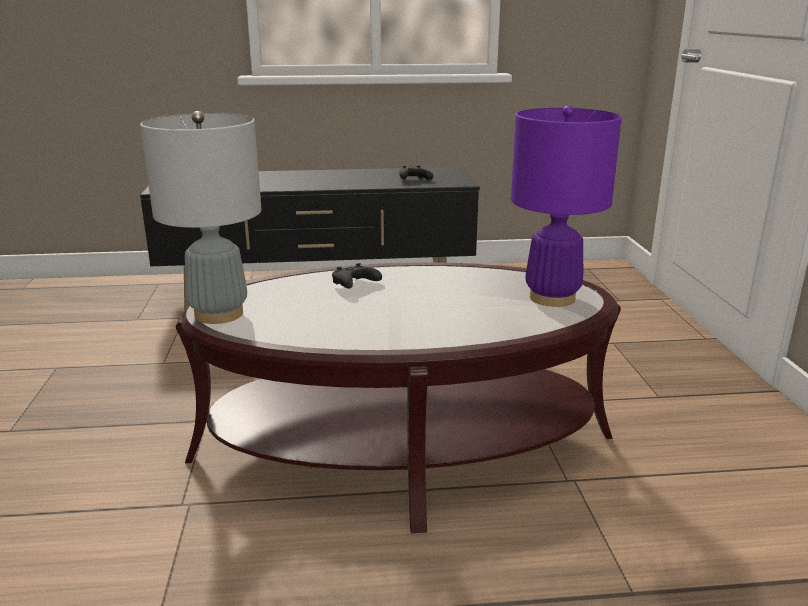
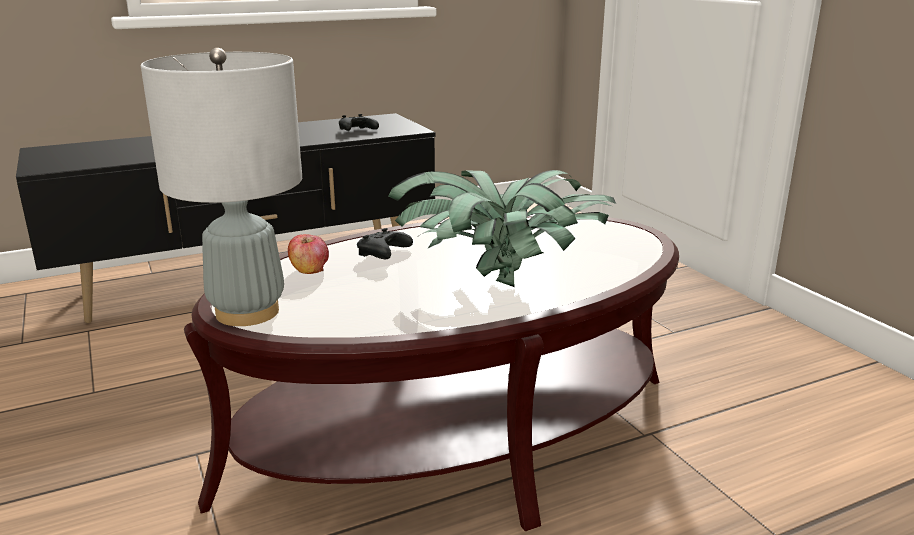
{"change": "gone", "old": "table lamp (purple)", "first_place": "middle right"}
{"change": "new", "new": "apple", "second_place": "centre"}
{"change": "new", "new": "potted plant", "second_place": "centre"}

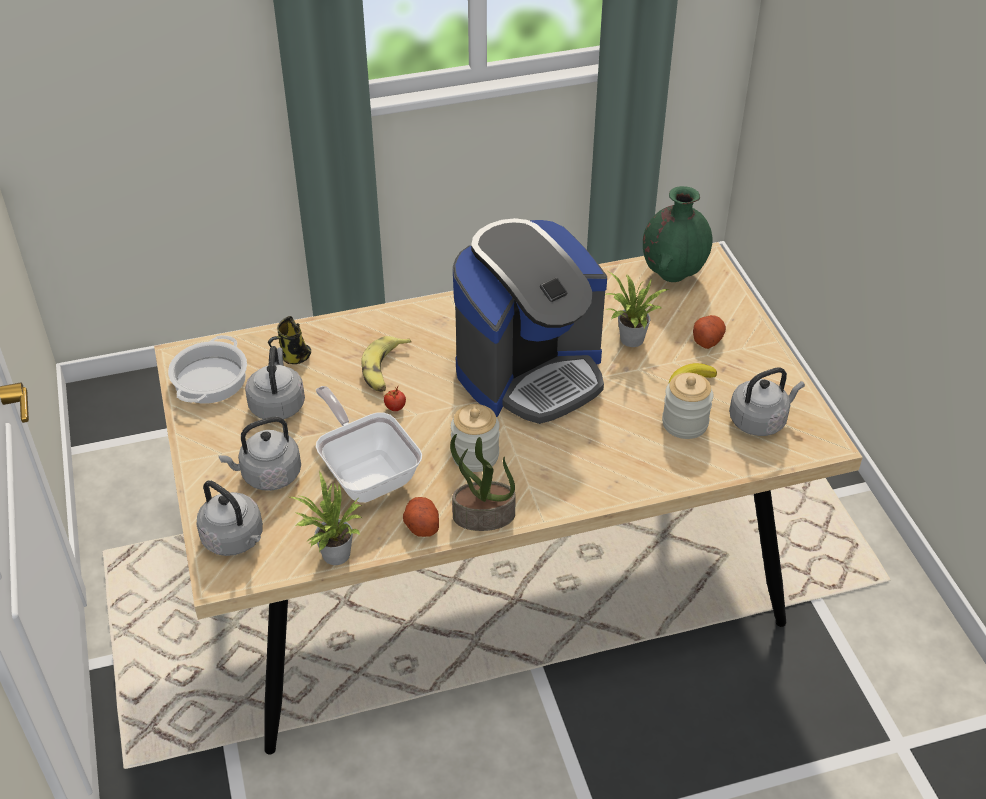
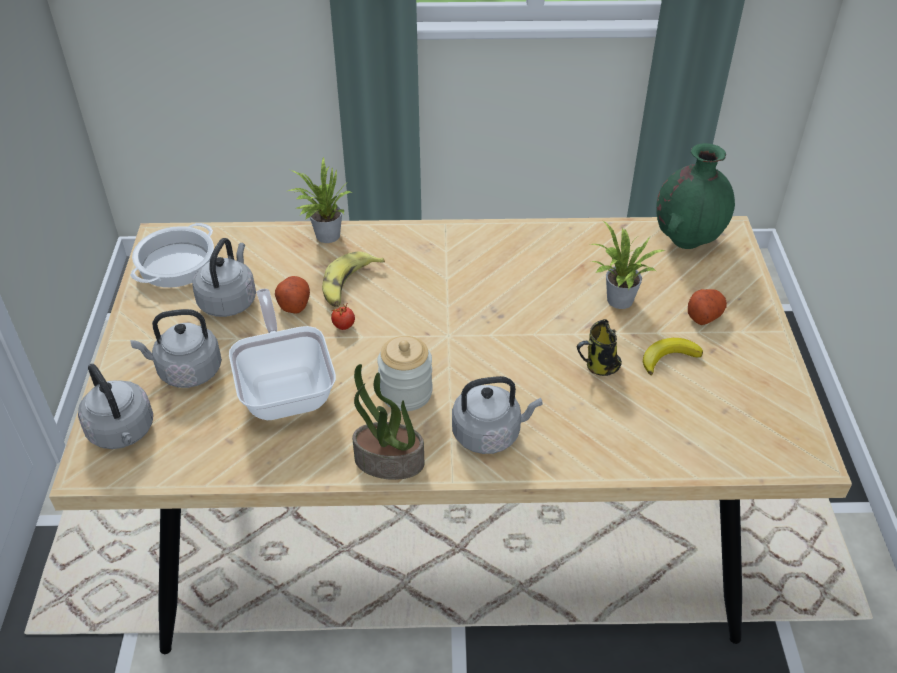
{"change": "shifted", "old": "mug", "first_place": "middle left", "second_place": "middle right"}
{"change": "shifted", "old": "potted plant (no. 1 from left)", "first_place": "middle left", "second_place": "top centre"}
{"change": "shifted", "old": "potato (no. 1 from left)", "first_place": "centre", "second_place": "middle left"}
{"change": "gone", "old": "coffee machine", "first_place": "centre"}
{"change": "gone", "old": "jar (no. 2 from left)", "first_place": "middle right"}
{"change": "shifted", "old": "kettle (grey) (no. 4 from left)", "first_place": "middle right", "second_place": "centre"}

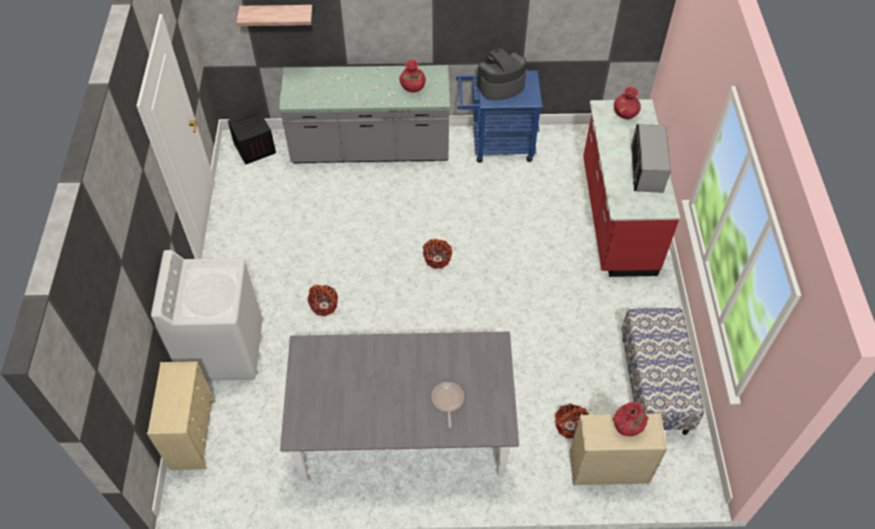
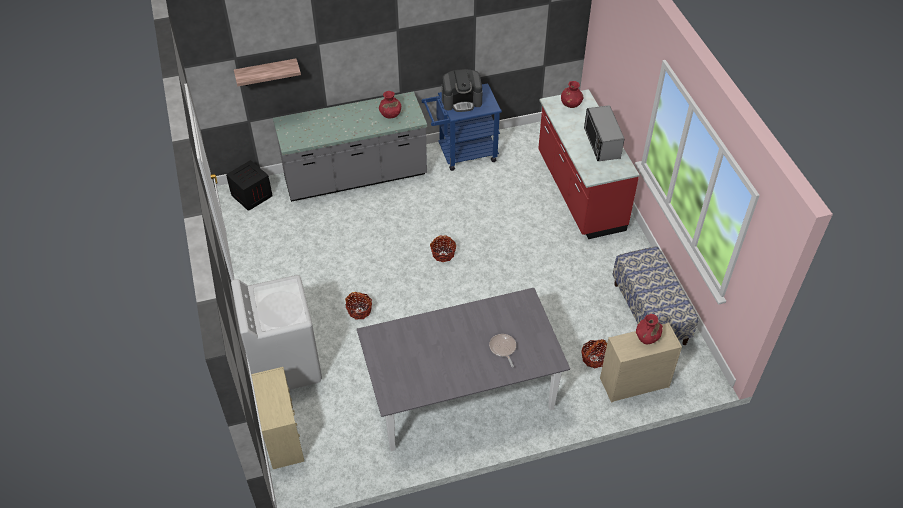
{"change": "rotated", "old": "coffee machine", "first_place": "top centre", "second_place": "top centre", "degrees": -150}

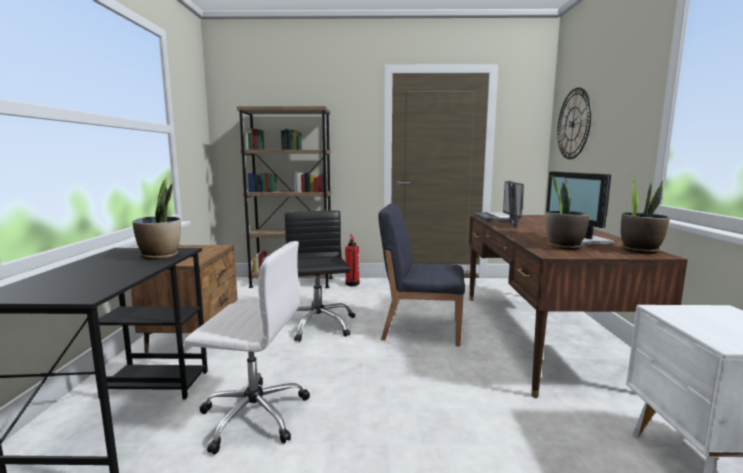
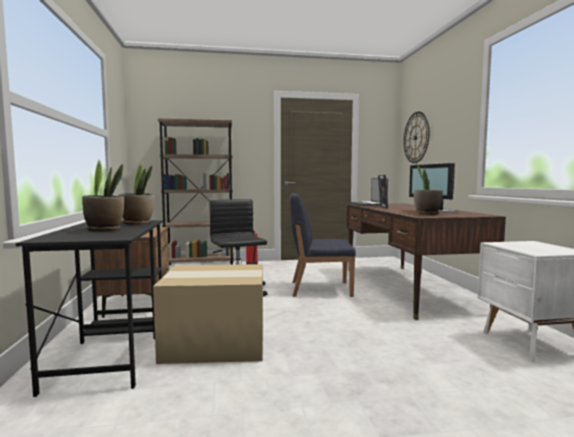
{"change": "swapped", "old": "office chair (white)", "new": "cardboard box", "first_place": "bottom left", "second_place": "bottom centre"}
{"change": "shifted", "old": "potted plant (no. 3 from left in the first image)", "new": "potted plant (no. 1 from left)", "first_place": "middle right", "second_place": "middle left"}

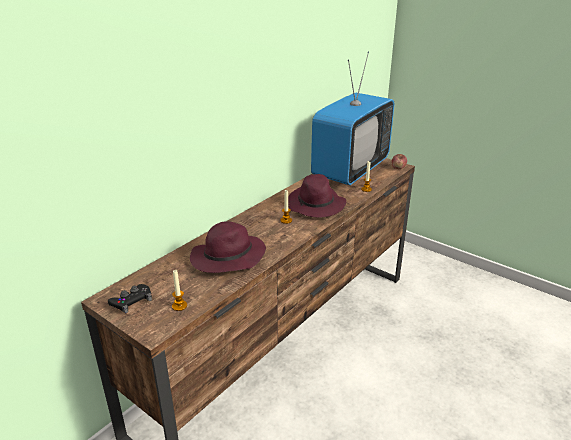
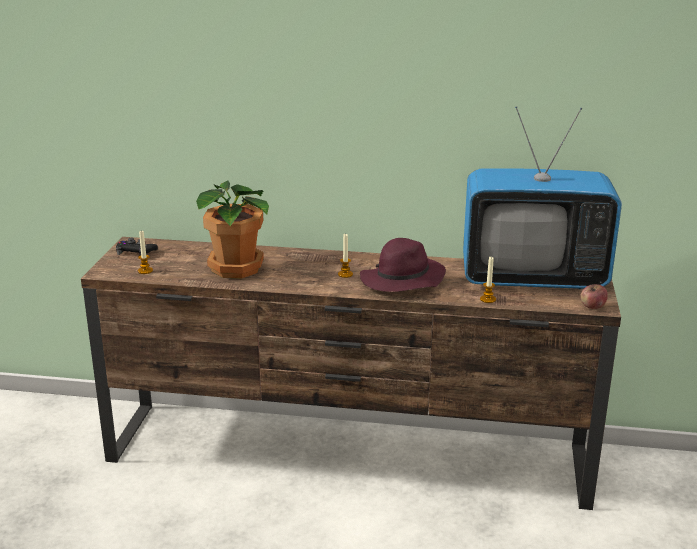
{"change": "swapped", "old": "hat (purple) (no. 1 from left)", "new": "potted plant", "first_place": "centre", "second_place": "middle left"}

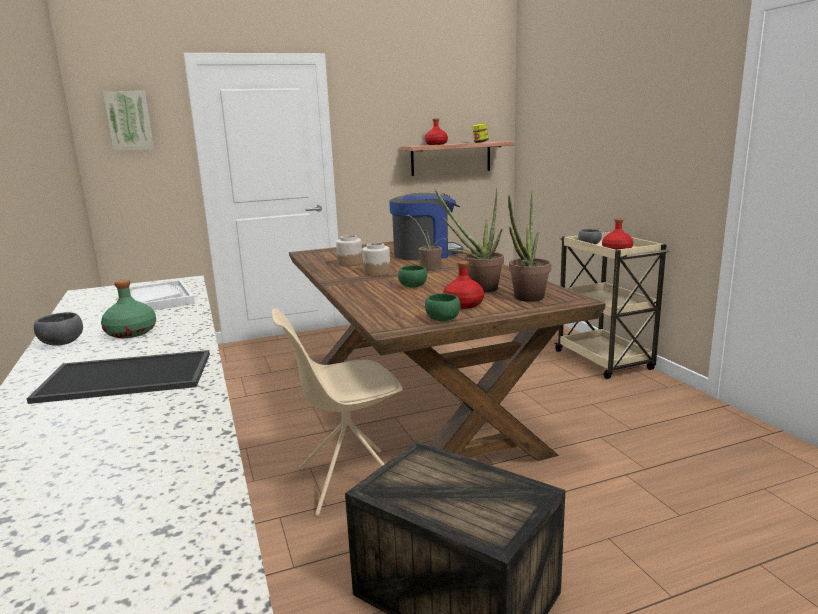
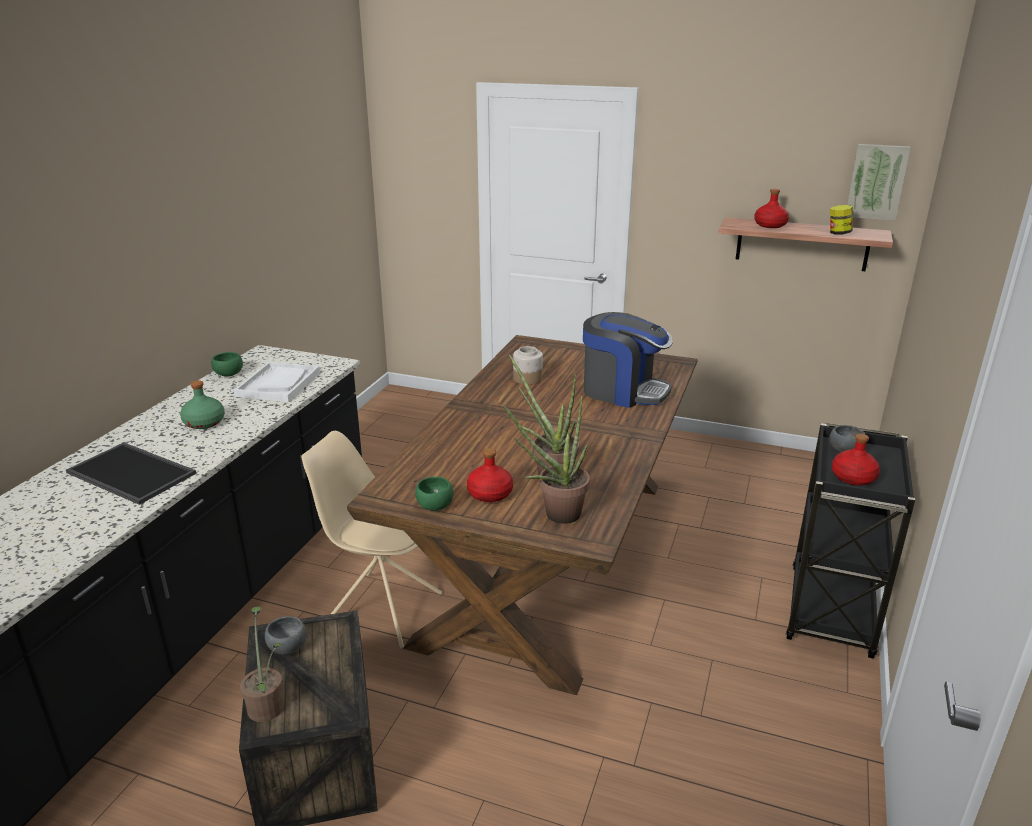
{"change": "shifted", "old": "bowl (grey) (no. 1 from left)", "first_place": "middle left", "second_place": "bottom left"}
{"change": "shifted", "old": "picture", "first_place": "top left", "second_place": "top right"}
{"change": "gone", "old": "jar (no. 2 from left)", "first_place": "centre"}
{"change": "shifted", "old": "bowl (green) (no. 1 from left)", "first_place": "centre", "second_place": "middle left"}
{"change": "shifted", "old": "potted plant (no. 1 from left)", "first_place": "centre", "second_place": "bottom left"}
{"change": "repainted", "old": "cart (beige)", "new": "cart (black)", "first_place": "middle right", "second_place": "middle right"}

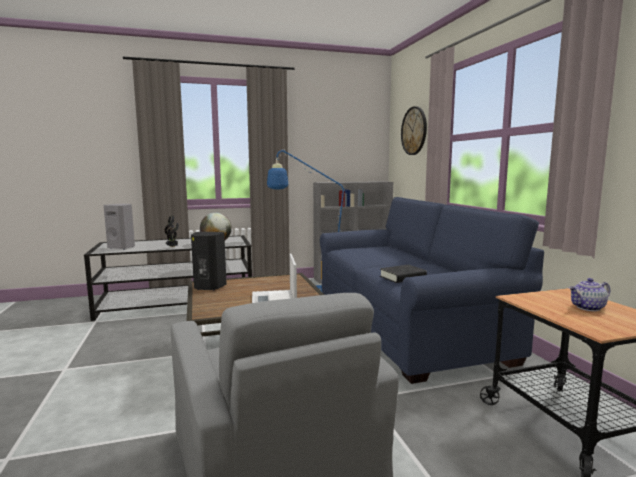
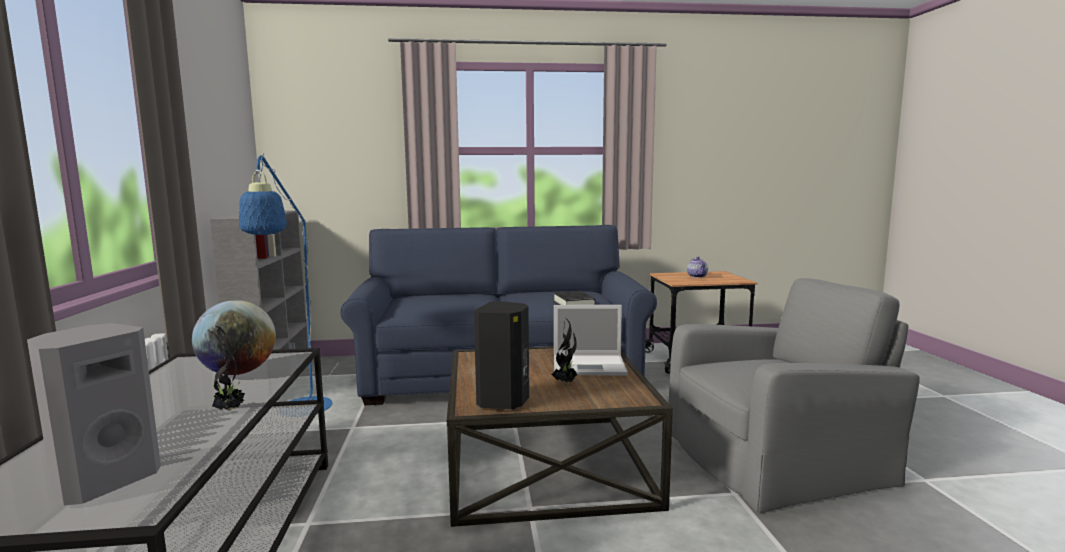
{"change": "gone", "old": "wall clock", "first_place": "top centre"}
{"change": "new", "new": "potted plant (no. 2 from left)", "second_place": "centre"}

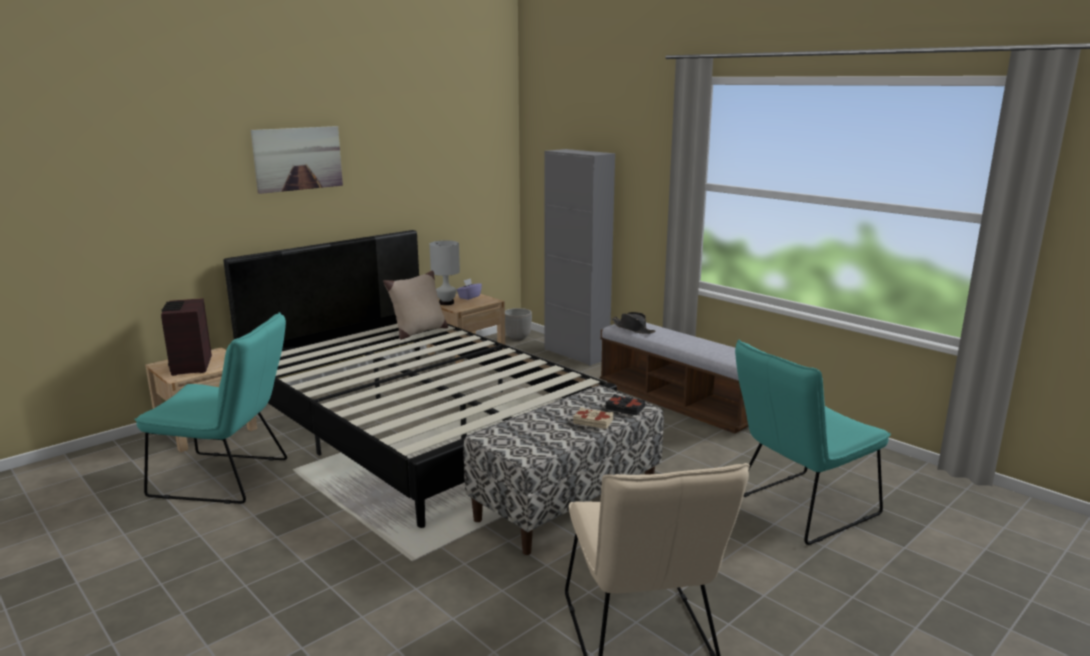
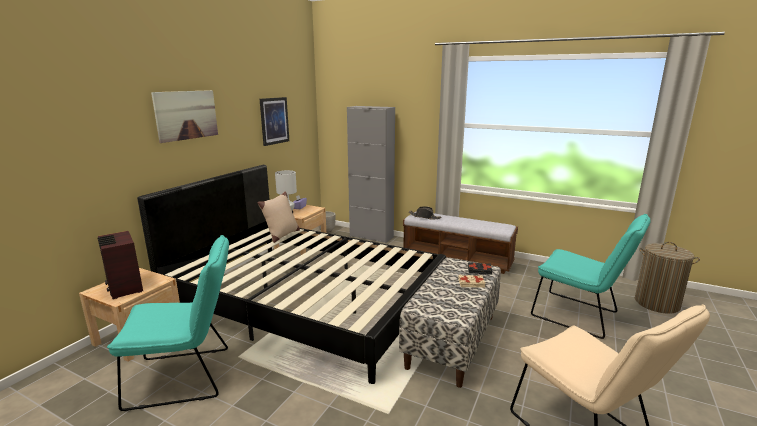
{"change": "rotated", "old": "chair (turquoise) (no. 2 from left)", "first_place": "bottom right", "second_place": "middle right", "degrees": -90}
{"change": "new", "new": "picture (no. 2 from left)", "second_place": "top centre"}
{"change": "new", "new": "laundry basket", "second_place": "middle right"}

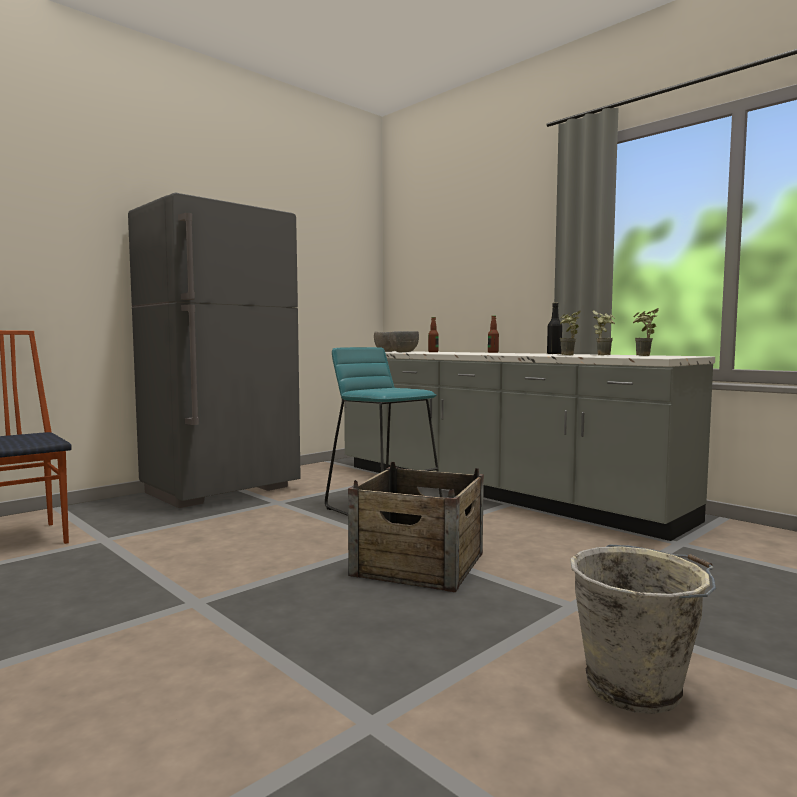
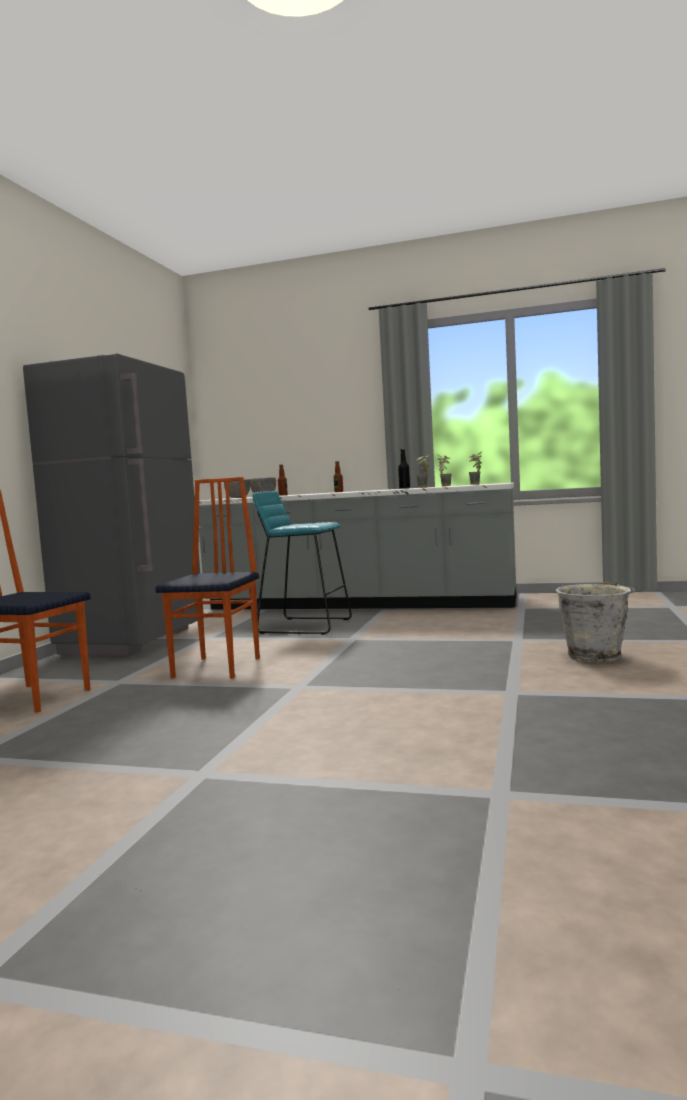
{"change": "gone", "old": "crate", "first_place": "centre"}
{"change": "new", "new": "chair (no. 2 from left)", "second_place": "middle left"}

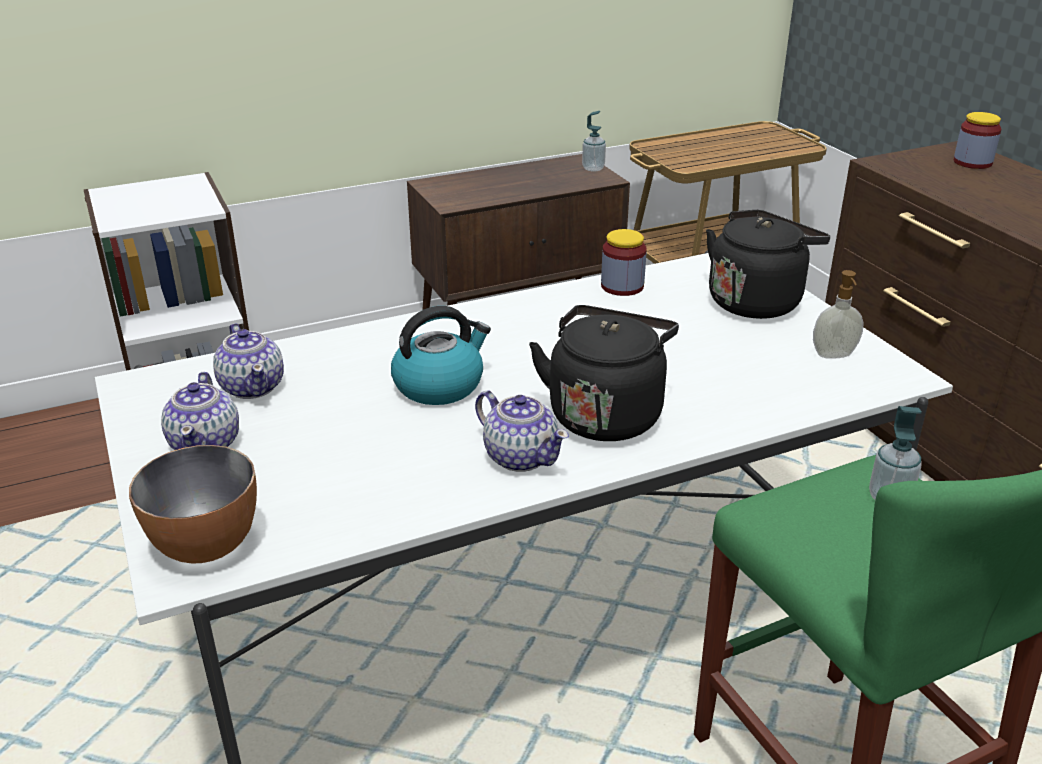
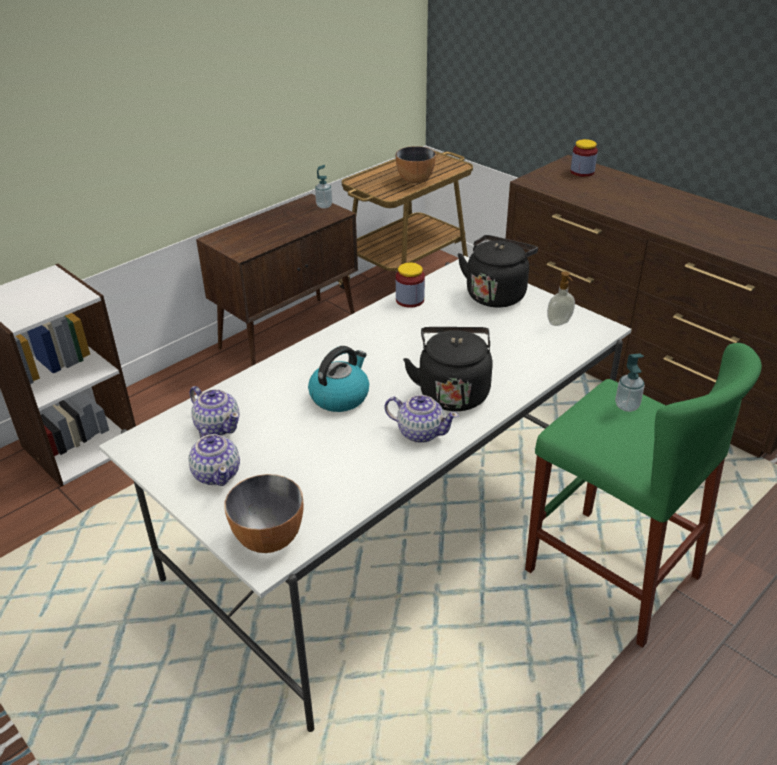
{"change": "new", "new": "bowl (no. 2 from left)", "second_place": "top centre"}

